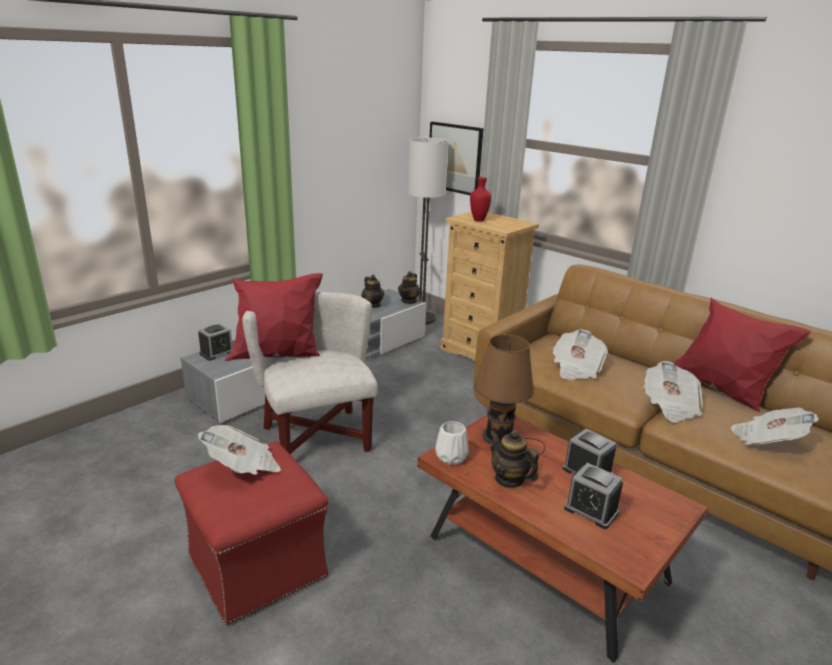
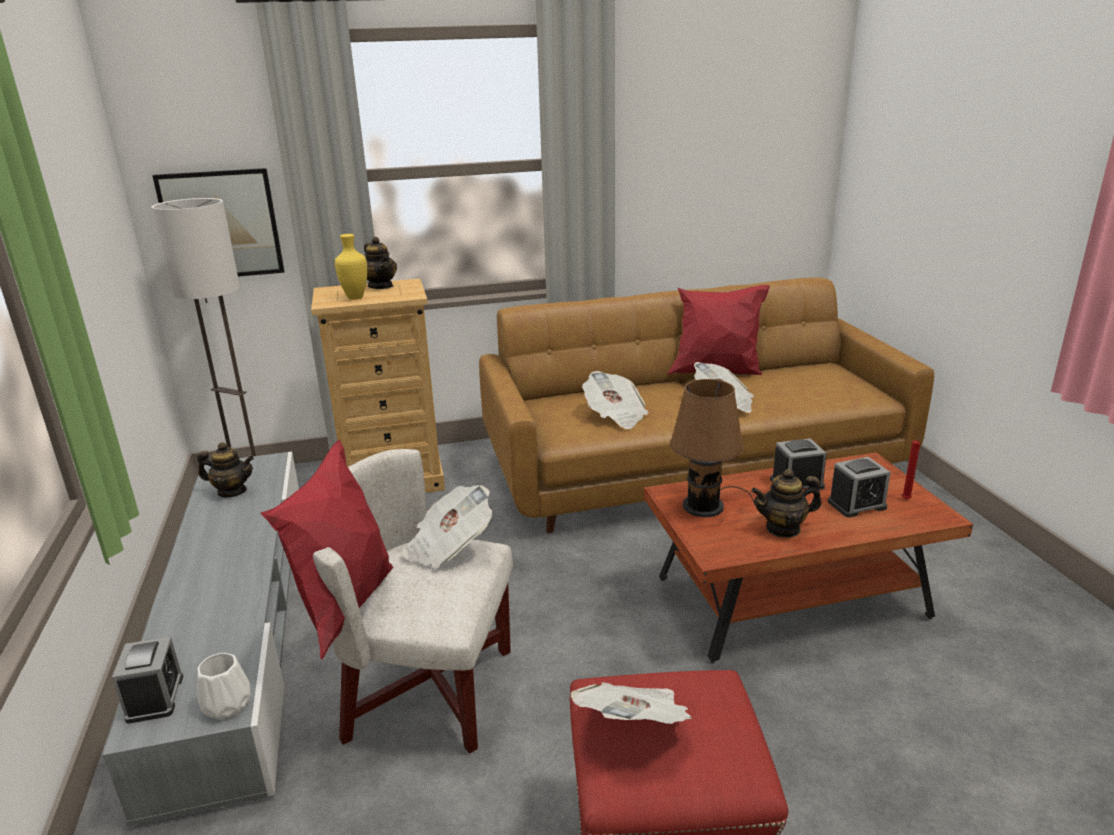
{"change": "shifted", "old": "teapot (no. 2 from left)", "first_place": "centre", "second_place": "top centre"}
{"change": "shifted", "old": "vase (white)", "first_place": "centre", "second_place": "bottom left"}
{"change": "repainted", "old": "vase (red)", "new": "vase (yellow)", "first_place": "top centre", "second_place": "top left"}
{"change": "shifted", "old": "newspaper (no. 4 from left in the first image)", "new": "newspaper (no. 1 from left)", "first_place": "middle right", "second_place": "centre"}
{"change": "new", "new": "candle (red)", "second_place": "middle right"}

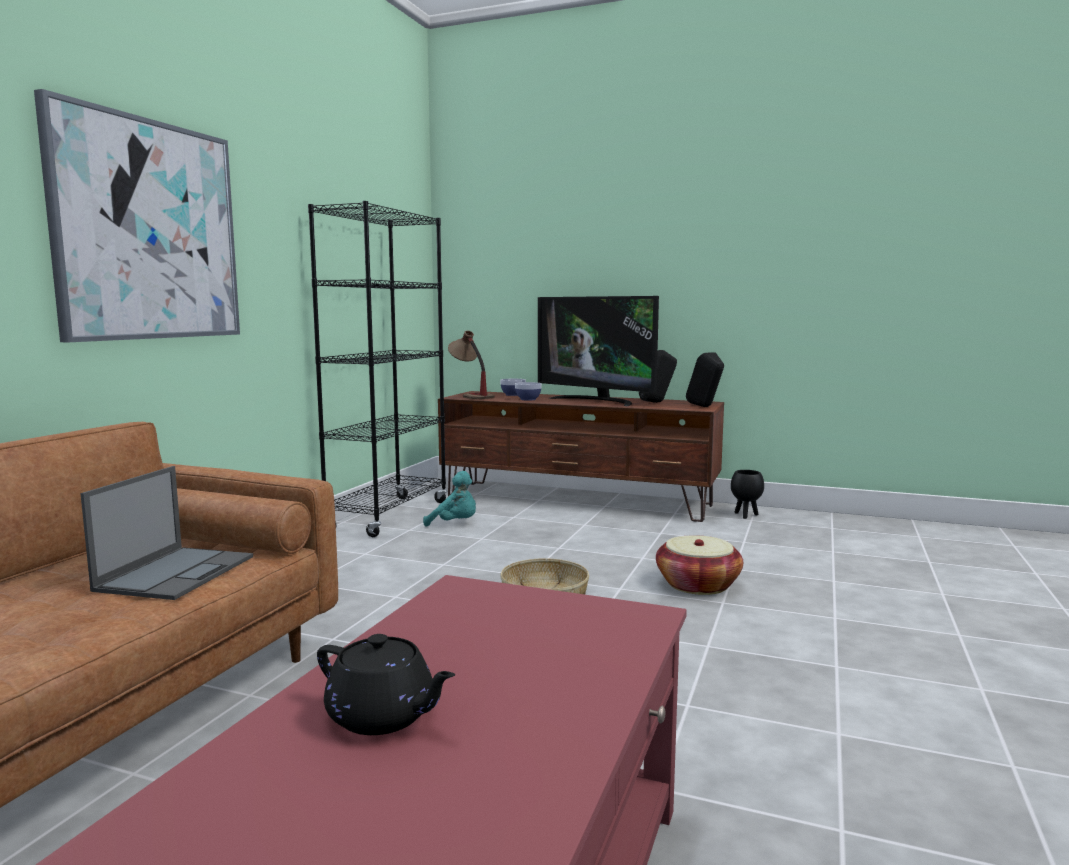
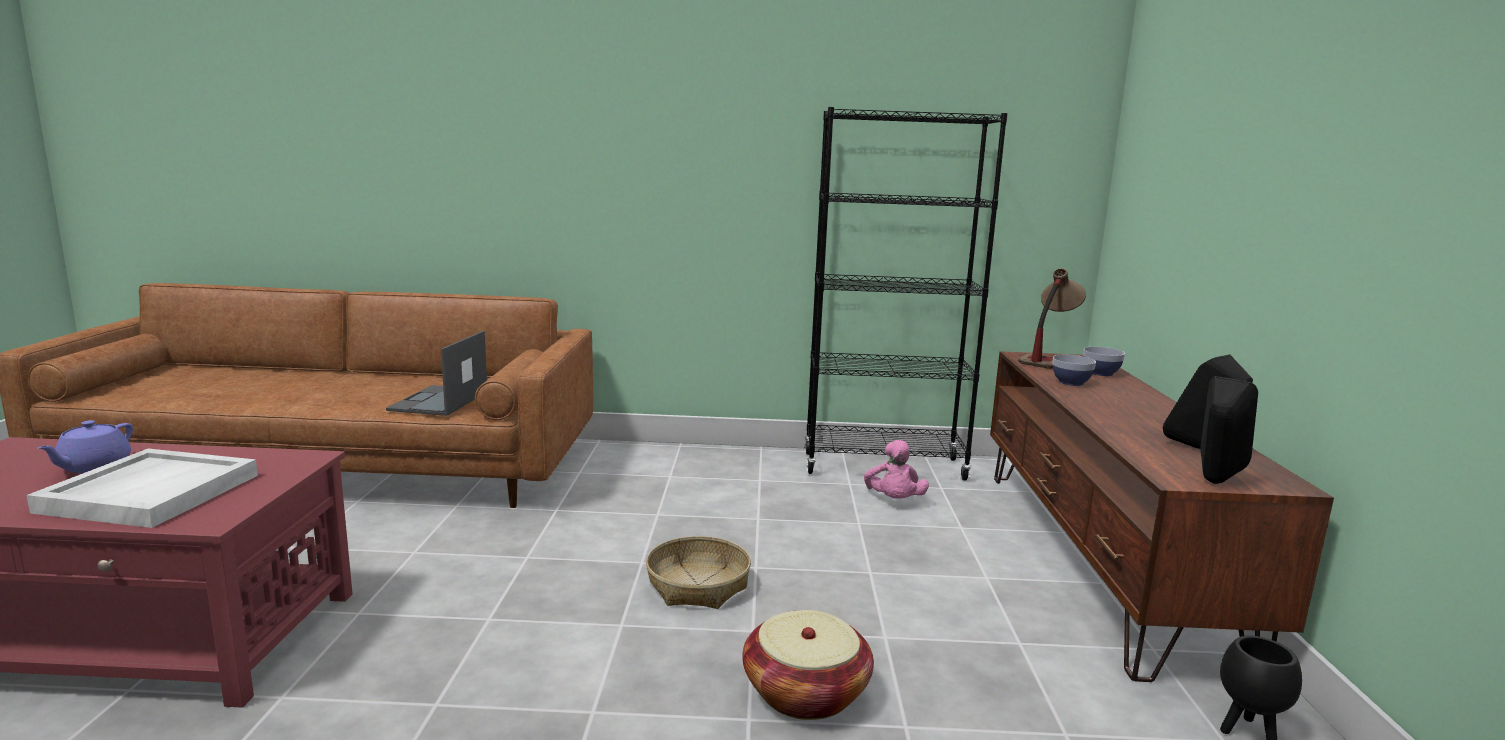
{"change": "gone", "old": "picture", "first_place": "top left"}
{"change": "rotated", "old": "laptop", "first_place": "middle left", "second_place": "middle left", "degrees": 105}
{"change": "repainted", "old": "teapot (black)", "new": "teapot (purple)", "first_place": "bottom centre", "second_place": "middle left"}
{"change": "repainted", "old": "plush toy (turquoise)", "new": "plush toy (pink)", "first_place": "centre", "second_place": "centre"}
{"change": "gone", "old": "television", "first_place": "centre"}
{"change": "new", "new": "tray (white)", "second_place": "middle left"}

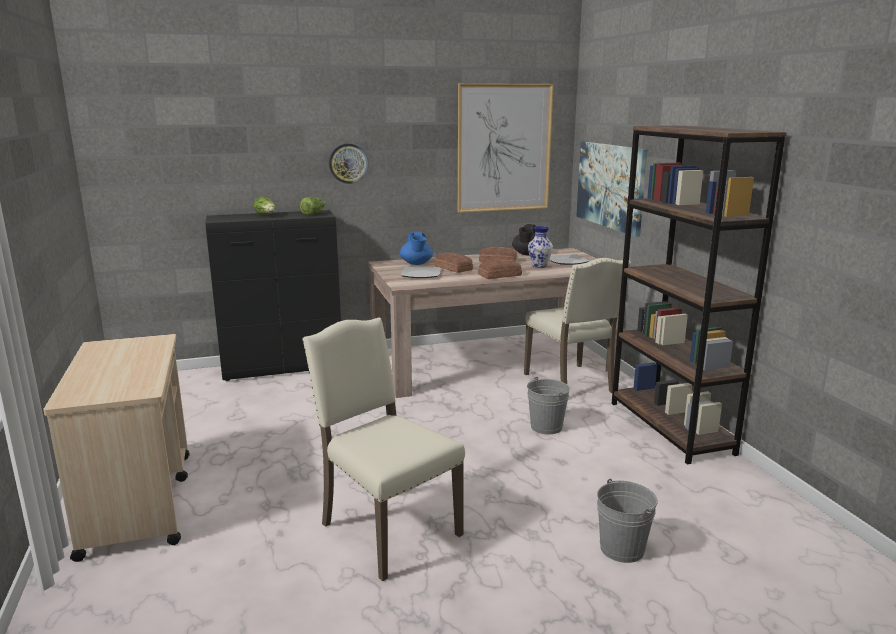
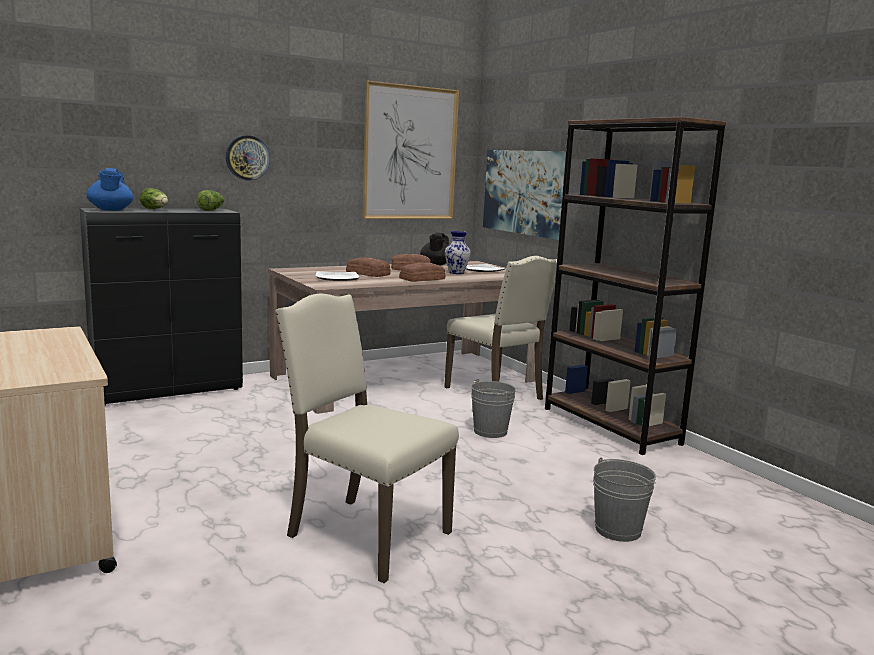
{"change": "shifted", "old": "teapot (blue)", "first_place": "centre", "second_place": "top left"}

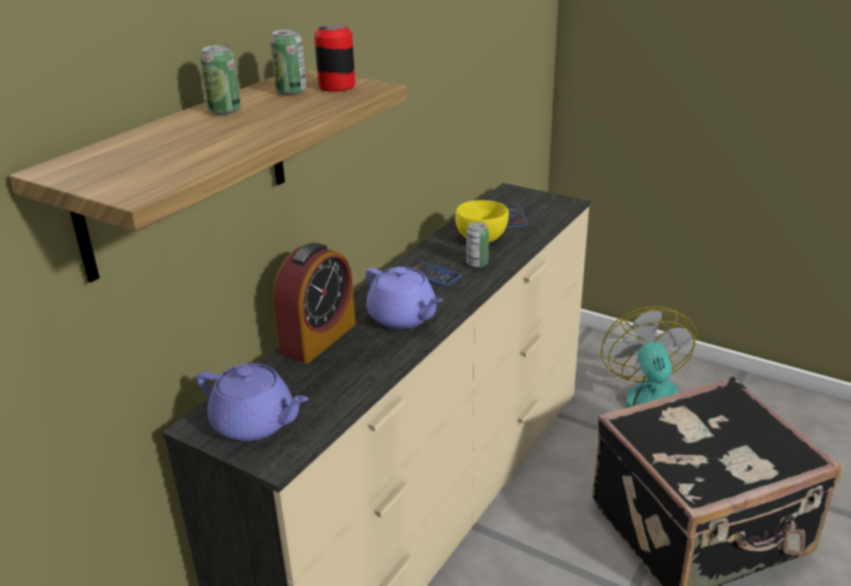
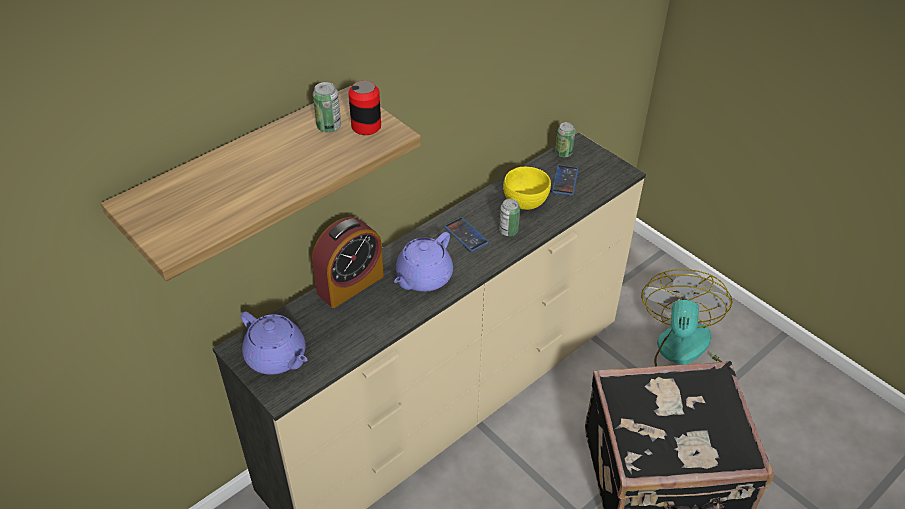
{"change": "shifted", "old": "can (no. 1 from left in the first image)", "new": "can (no. 4 from left)", "first_place": "top left", "second_place": "top centre"}
{"change": "rotated", "old": "teapot (purple) (no. 2 from left)", "first_place": "centre", "second_place": "centre", "degrees": 60}

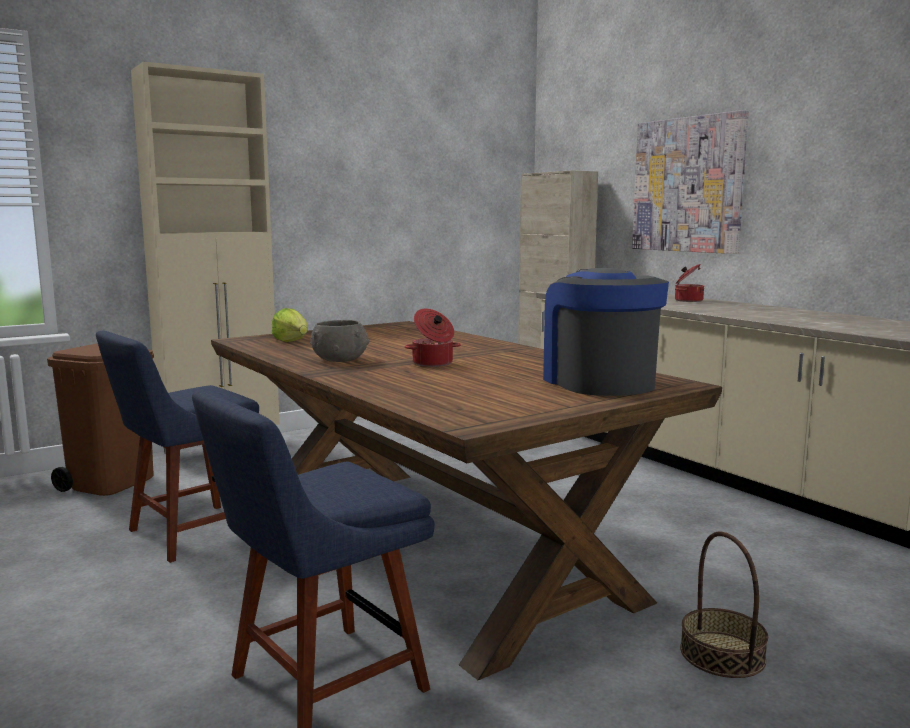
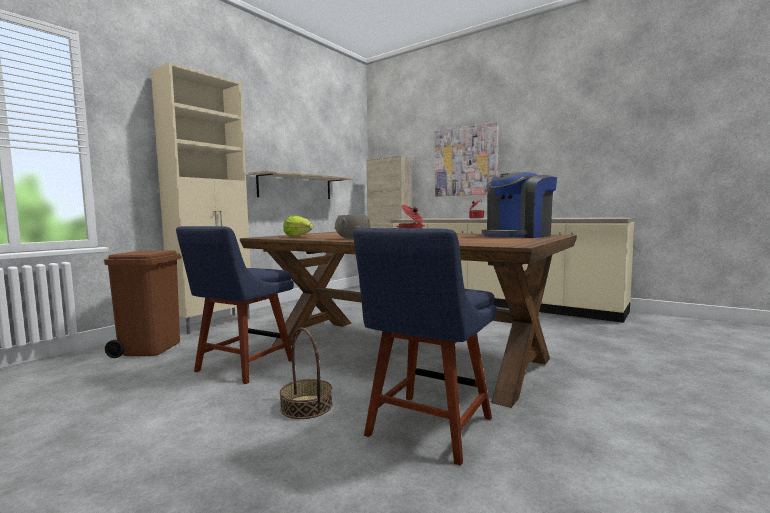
{"change": "rotated", "old": "coffee machine", "first_place": "centre", "second_place": "middle right", "degrees": -90}
{"change": "shifted", "old": "basket", "first_place": "bottom right", "second_place": "bottom centre"}
{"change": "new", "new": "shelf", "second_place": "centre"}

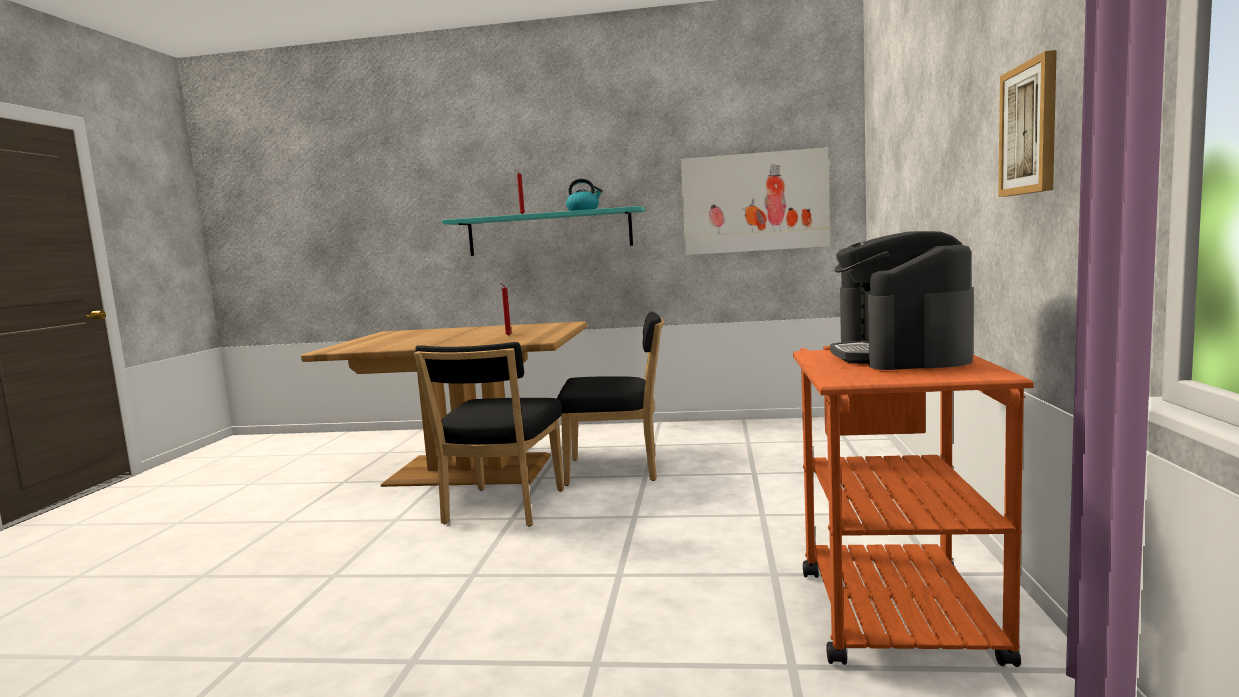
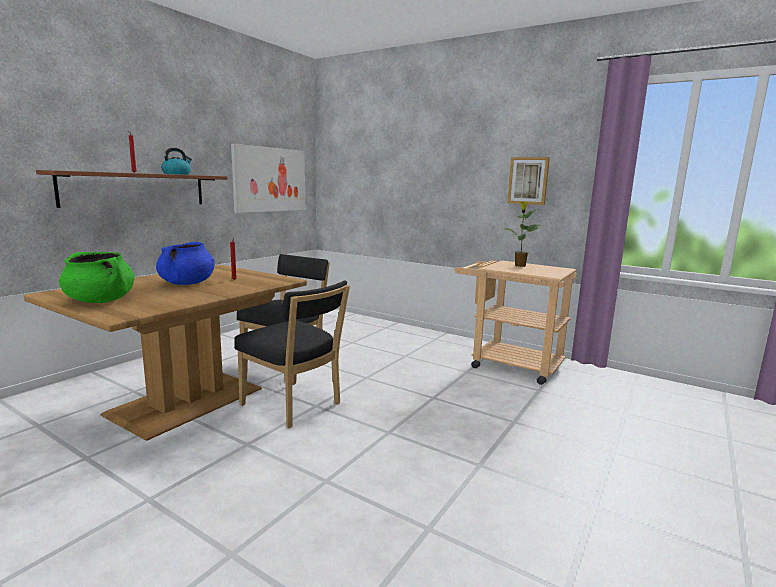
{"change": "repainted", "old": "shelf (turquoise)", "new": "shelf (brown)", "first_place": "top centre", "second_place": "top left"}
{"change": "repainted", "old": "cart (orange)", "new": "cart (beige)", "first_place": "bottom right", "second_place": "centre"}
{"change": "swapped", "old": "coffee machine", "new": "potted plant", "first_place": "middle right", "second_place": "middle right"}
{"change": "new", "new": "cooking pot (green)", "second_place": "middle left"}
{"change": "new", "new": "cooking pot (blue)", "second_place": "middle left"}

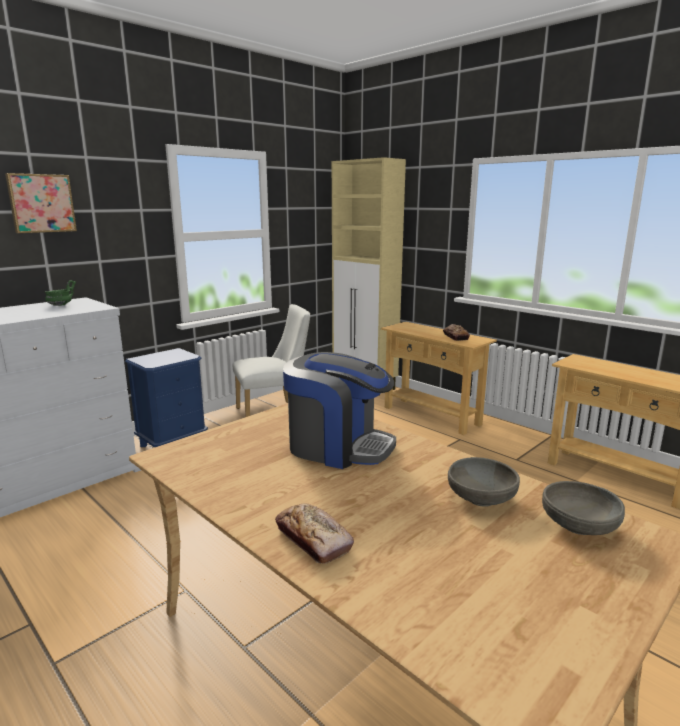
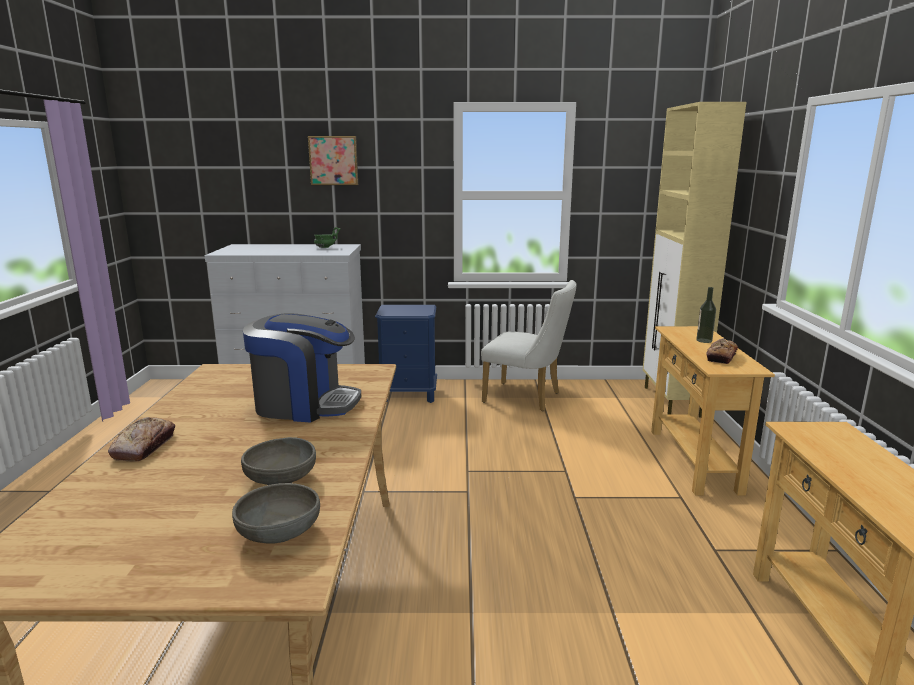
{"change": "rotated", "old": "coffee machine", "first_place": "centre", "second_place": "middle left", "degrees": -60}
{"change": "new", "new": "bottle", "second_place": "middle right"}

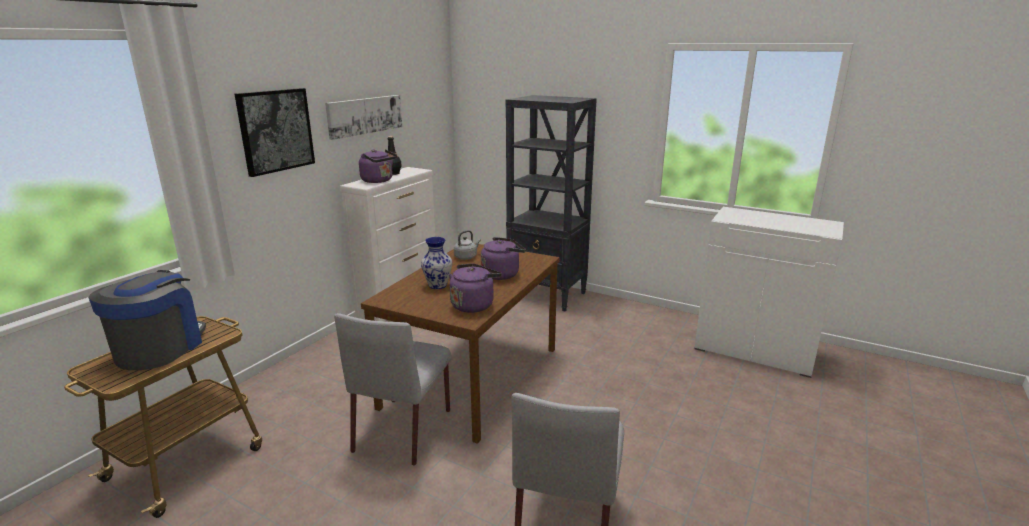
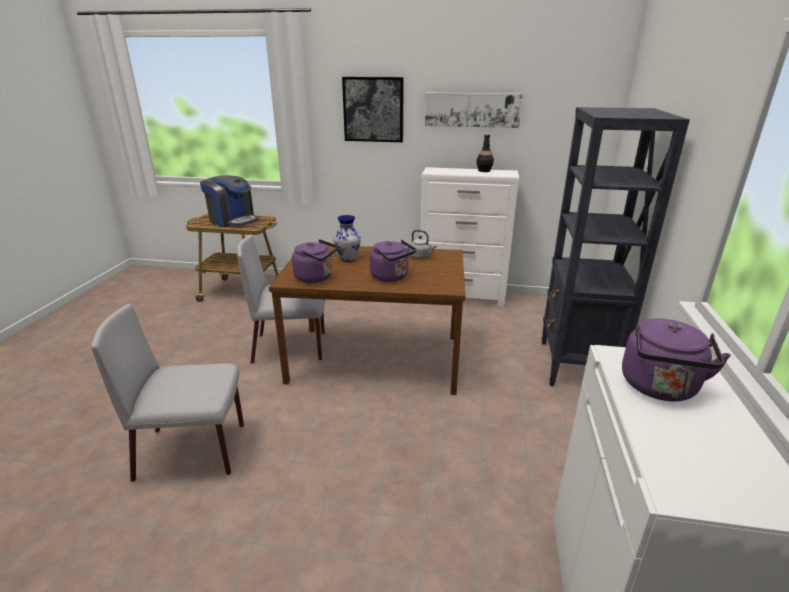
{"change": "rotated", "old": "coffee machine", "first_place": "middle left", "second_place": "middle left", "degrees": 45}
{"change": "shifted", "old": "kettle (purple) (no. 1 from left in the first image)", "new": "kettle (purple) (no. 3 from left)", "first_place": "top centre", "second_place": "middle right"}

